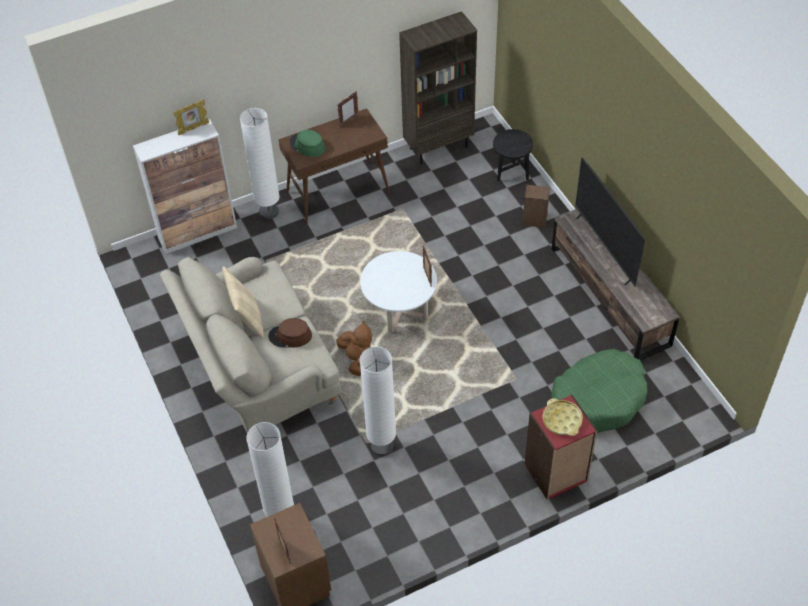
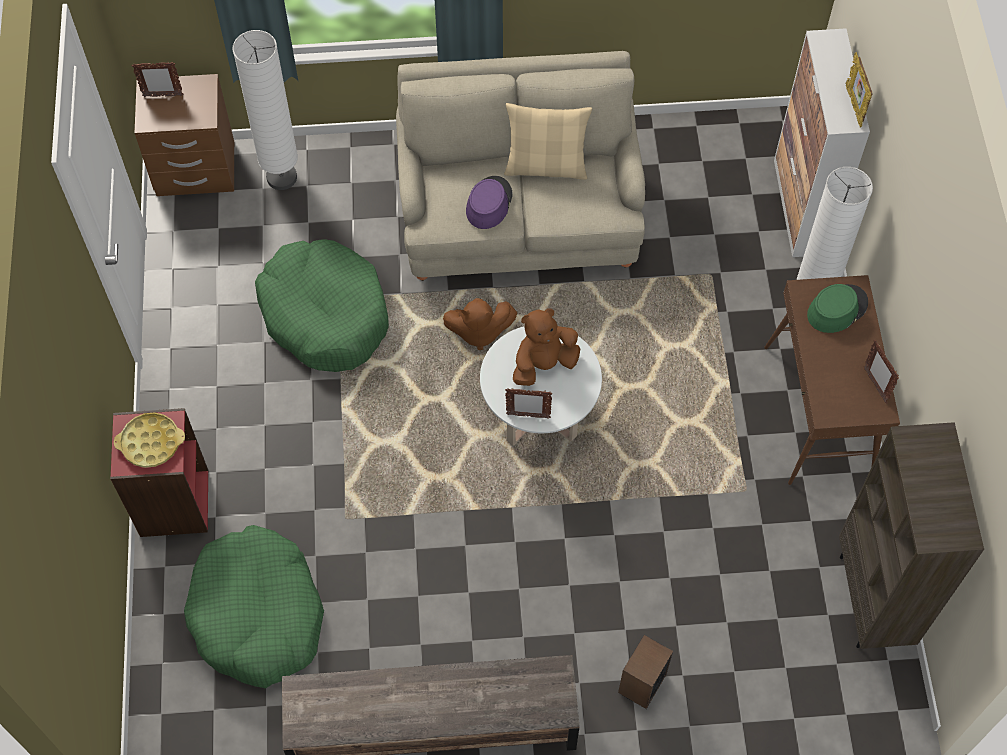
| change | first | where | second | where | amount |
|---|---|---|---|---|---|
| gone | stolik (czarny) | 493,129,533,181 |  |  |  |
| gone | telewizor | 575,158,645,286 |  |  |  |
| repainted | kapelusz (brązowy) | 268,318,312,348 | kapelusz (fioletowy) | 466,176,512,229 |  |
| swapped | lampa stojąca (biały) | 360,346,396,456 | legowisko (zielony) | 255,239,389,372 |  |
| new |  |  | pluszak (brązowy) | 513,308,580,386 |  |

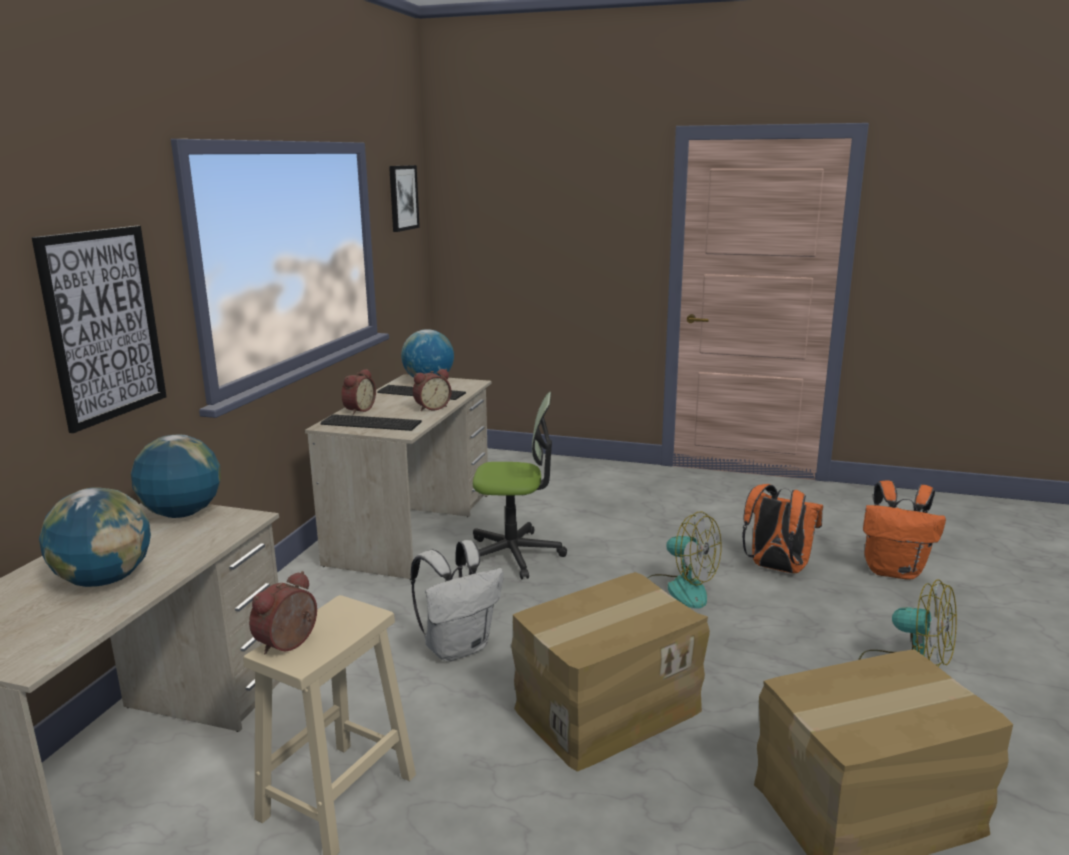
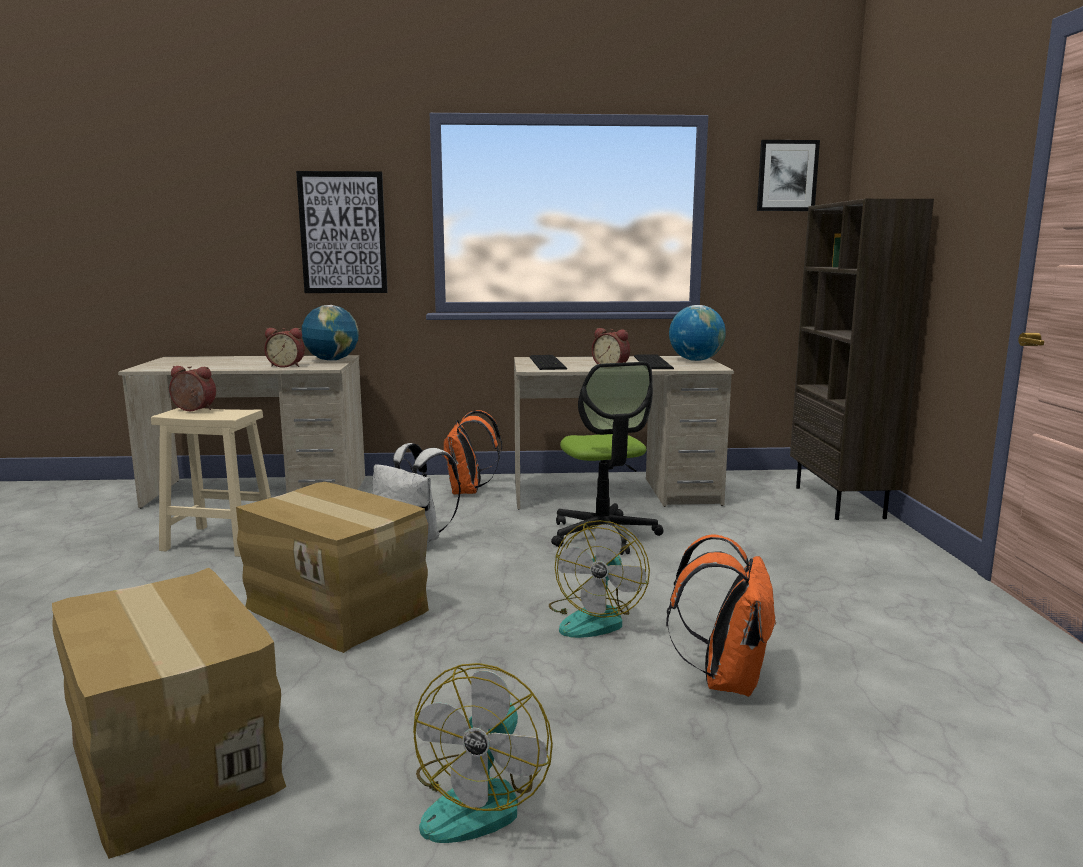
| change | first | where | second | where | amount |
|---|---|---|---|---|---|
| shifted | budzik | 341,369,376,415 |  | 264,328,305,368 |  |
| shifted | plecak (pomarańczowy) | 863,480,946,580 |  | 442,410,502,494 |  |
| gone | globus | 39,487,151,587 |  |  |  |
| new |  |  | regał (brązowy) | 790,199,934,520 |  |

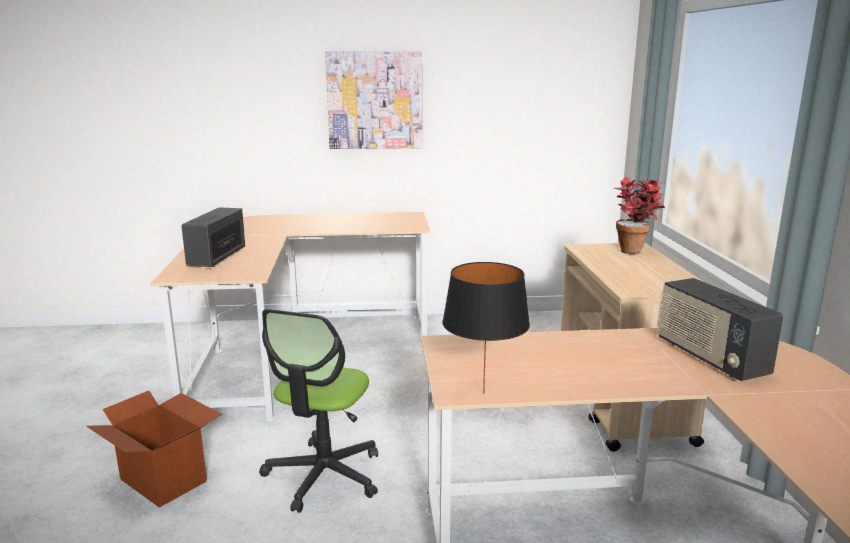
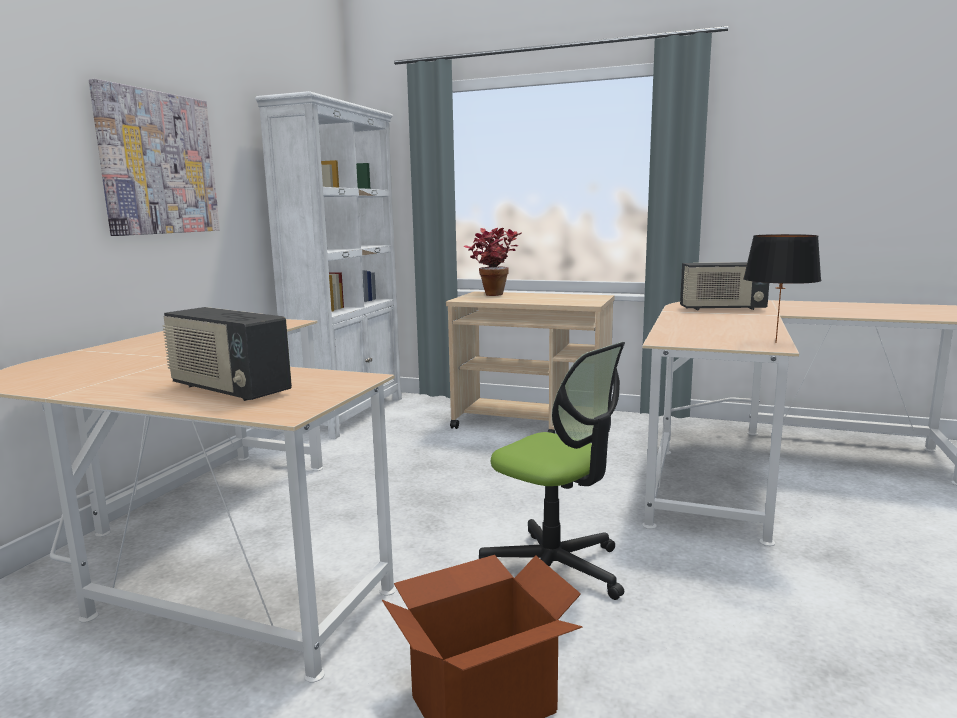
| change | first | where | second | where | amount |
|---|---|---|---|---|---|
| new |  |  | regał (biały) | 255,91,402,439 |  |

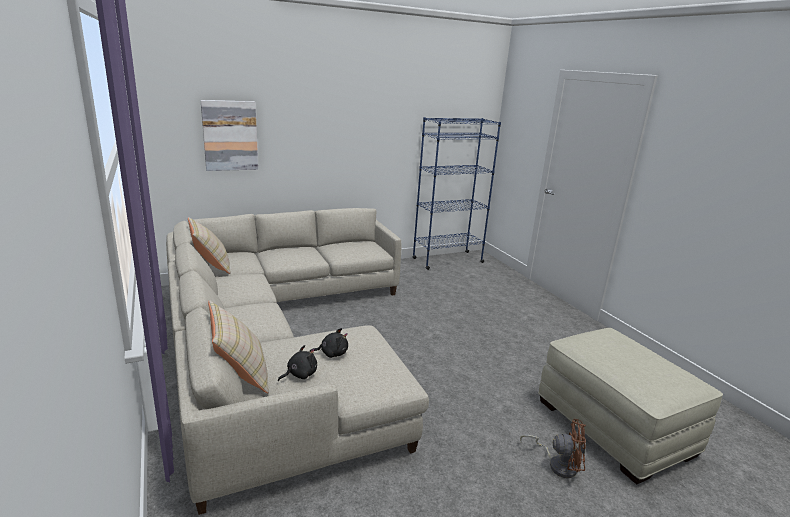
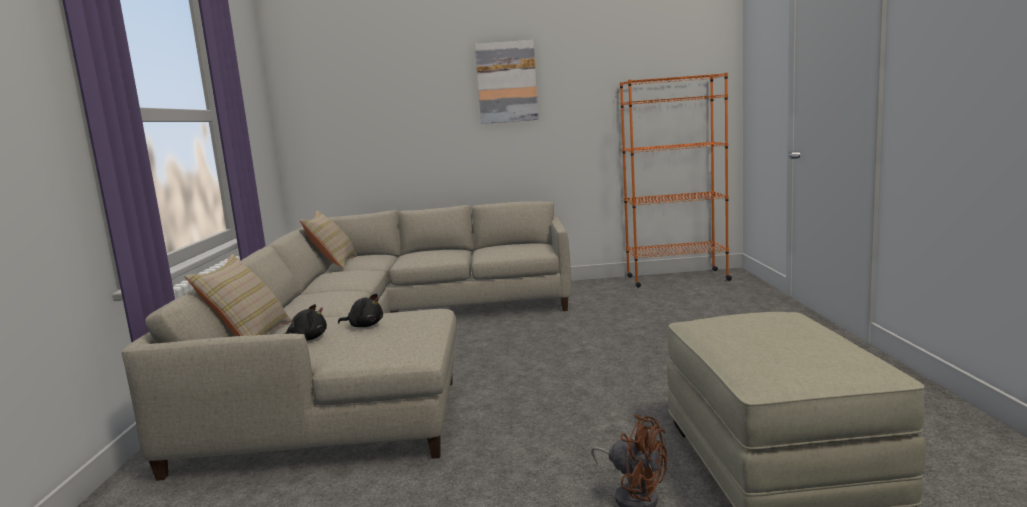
| change | first | where | second | where | amount |
|---|---|---|---|---|---|
| shifted | obraz | 201,100,258,171 |  | 475,40,539,124 |  |
| repainted | regał (niebieski) | 413,117,501,270 | regał (pomarańczowy) | 620,72,732,288 |  |

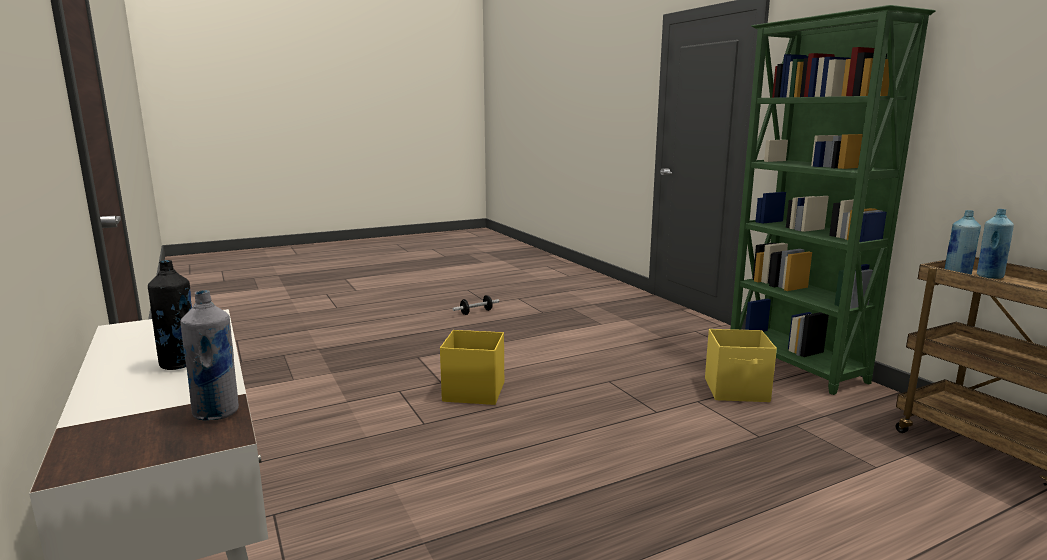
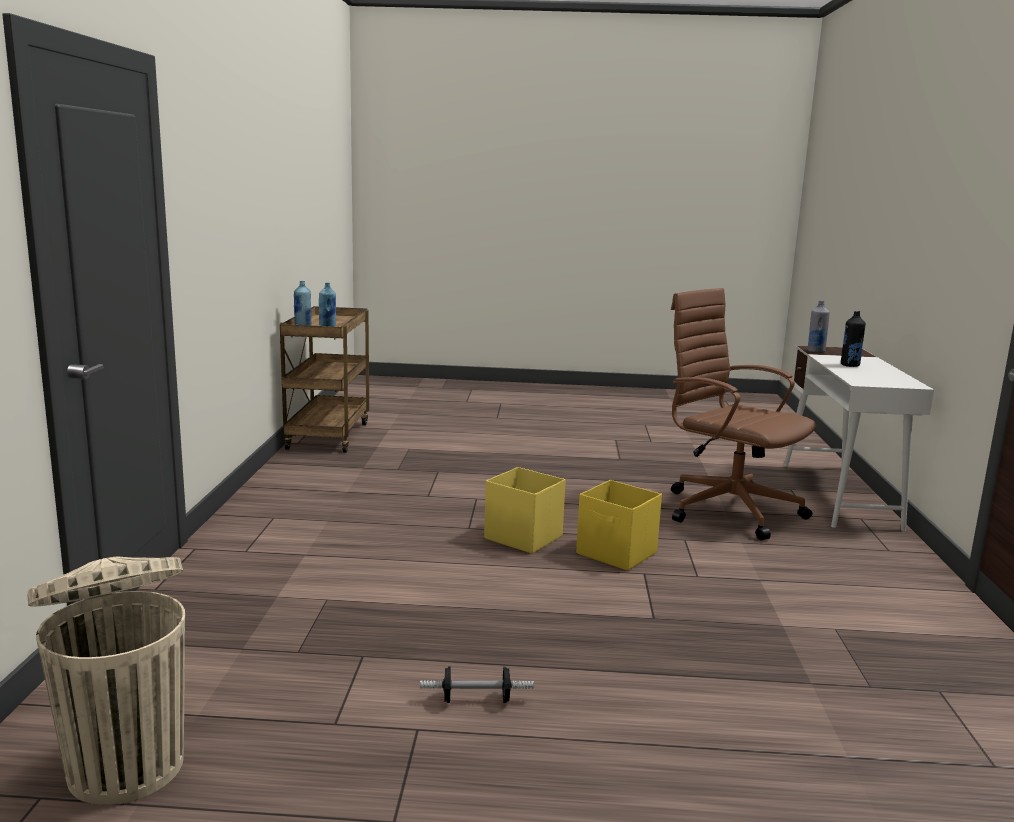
| change | first | where | second | where | amount |
|---|---|---|---|---|---|
| gone | regał (zielony) | 731,5,936,395 |  |  |  |
| shifted | pojemnik do przechowywania (żółty) | 705,329,777,402 |  | 484,467,566,554 |  |
| new |  |  | krzesło biurowe (brązowy) | 671,288,817,540 |  |
| new |  |  | kosz na śmieci (beżowy) | 27,557,185,805 |  |

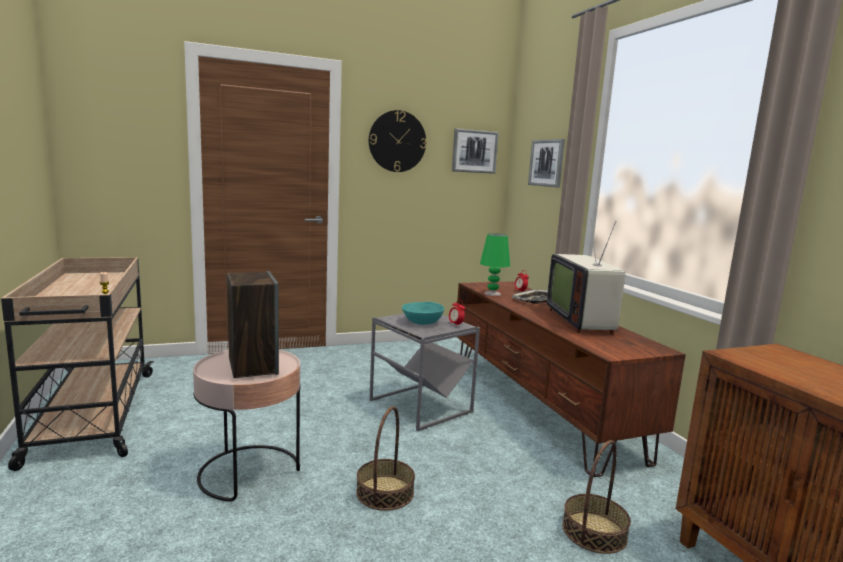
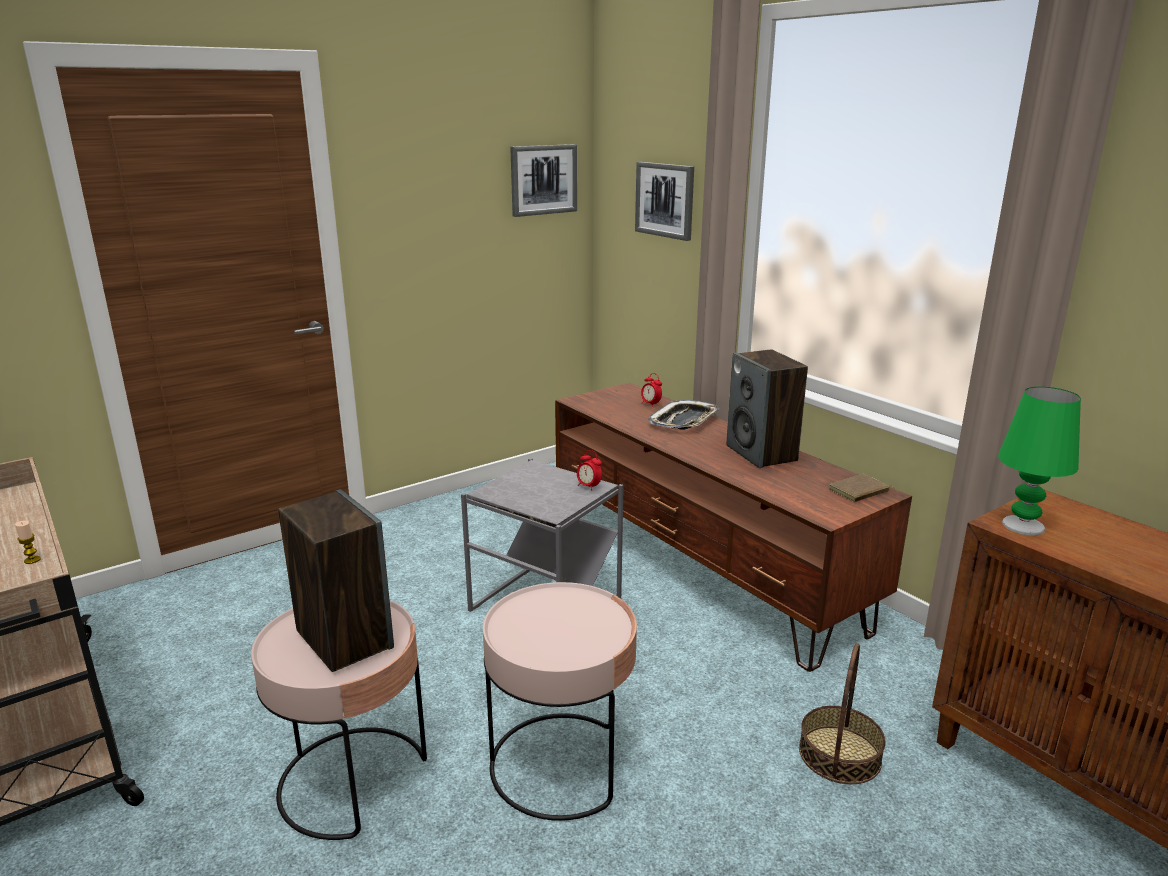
| change | first | where | second | where | amount |
|---|---|---|---|---|---|
| gone | zegar ścienny | 369,110,426,172 |  |  |  |
| swapped | telewizor | 547,221,625,334 | głośnik | 726,349,808,468 |  |
| shifted | lampa stołowa (zielony) | 480,233,510,296 |  | 998,387,1081,535 |  |
| gone | miska (turkusowy) | 402,302,444,325 |  |  |  |
| swapped | koszyk | 356,406,415,511 | stolik (różowy) | 483,582,637,821 |  |
| new |  |  | książka (brązowy) | 829,474,899,502 |  |

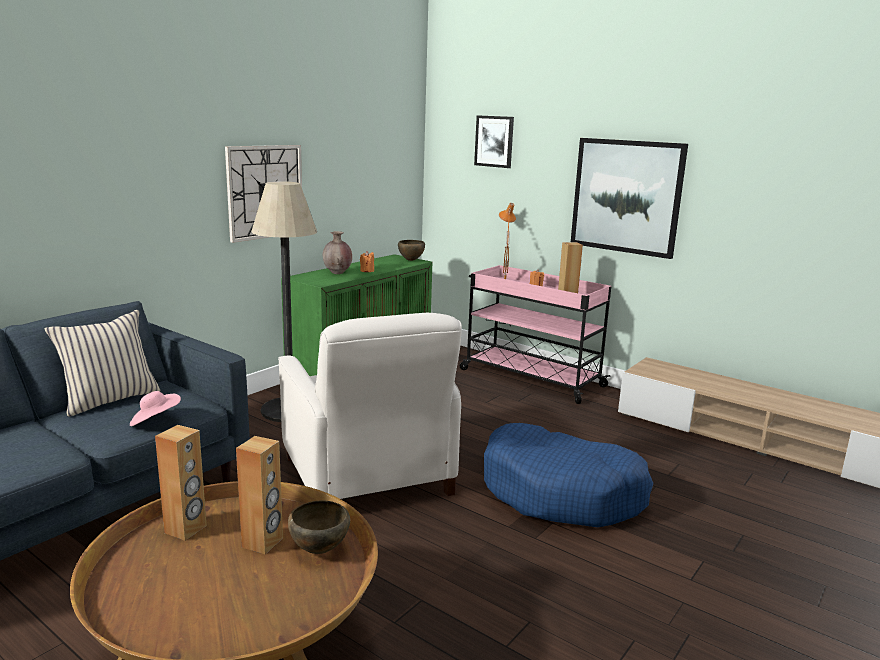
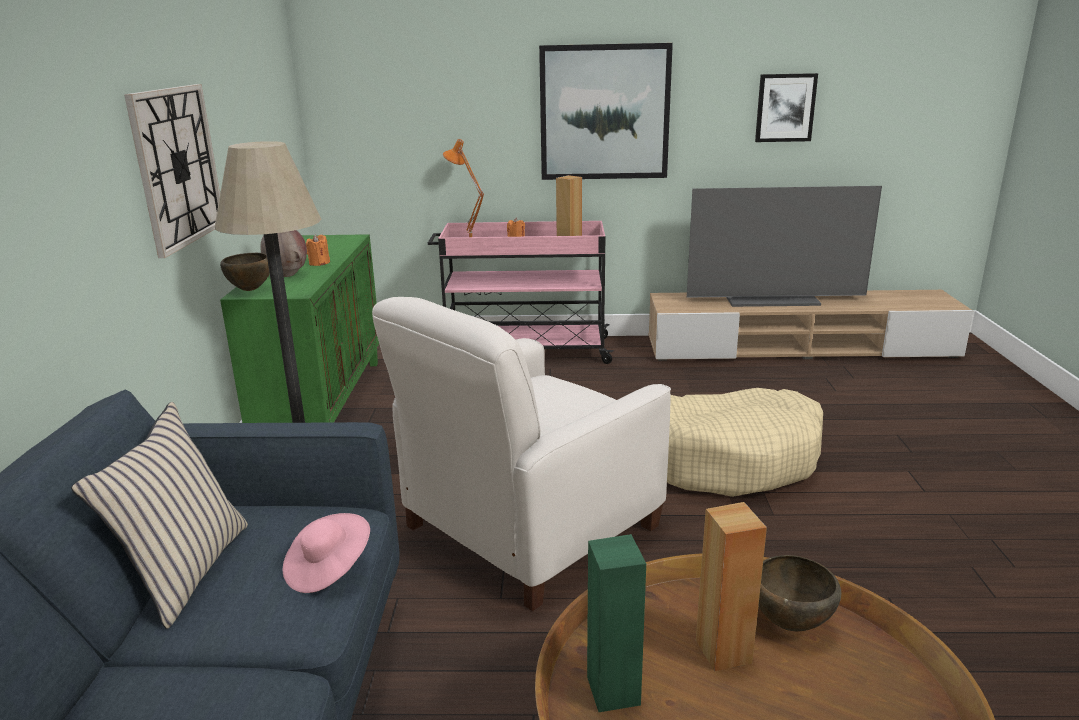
| change | first | where | second | where | amount |
|---|---|---|---|---|---|
| shifted | obraz | 474,115,514,168 |  | 755,73,818,142 |  |
| shifted | miska (brązowy) | 398,240,425,261 |  | 220,253,270,291 |  |
| rotated | fotel (biały) | 278,313,462,499 |  | 372,297,671,611 | 105 degrees clockwise |
| repainted | legowisko (niebieski) | 484,423,654,527 | legowisko (beżowy) | 667,388,823,497 |  |
| repainted | głośnik (brązowy) | 155,425,207,541 | głośnik (zielony) | 587,534,646,712 |  |
| new |  |  | telewizor | 687,186,882,307 |  |

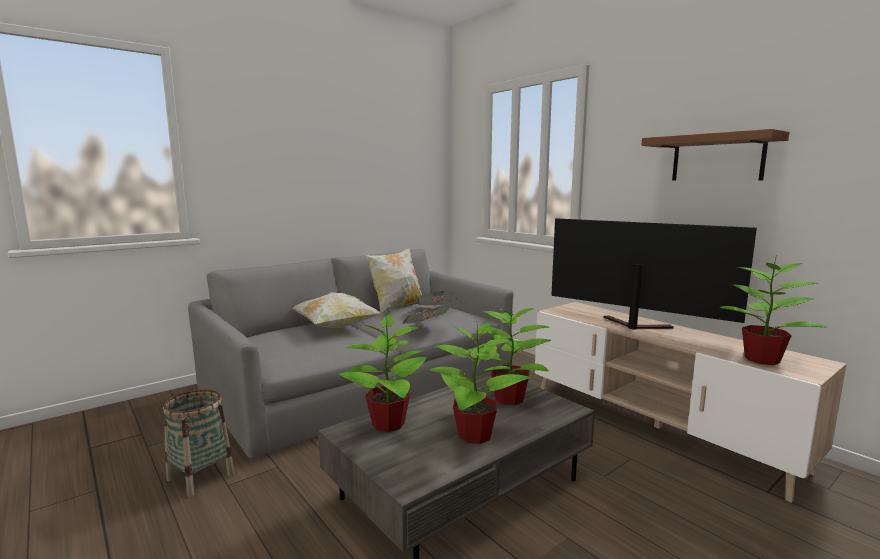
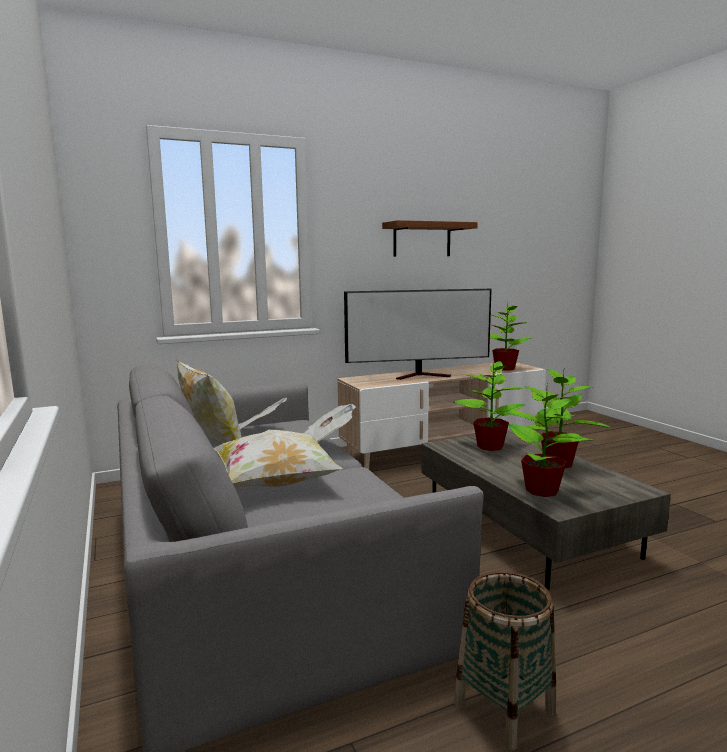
| change | first | where | second | where | amount |
|---|---|---|---|---|---|
| rotated | telewizor | 551,218,757,329 |  | 344,289,492,380 | 150 degrees counterclockwise |

